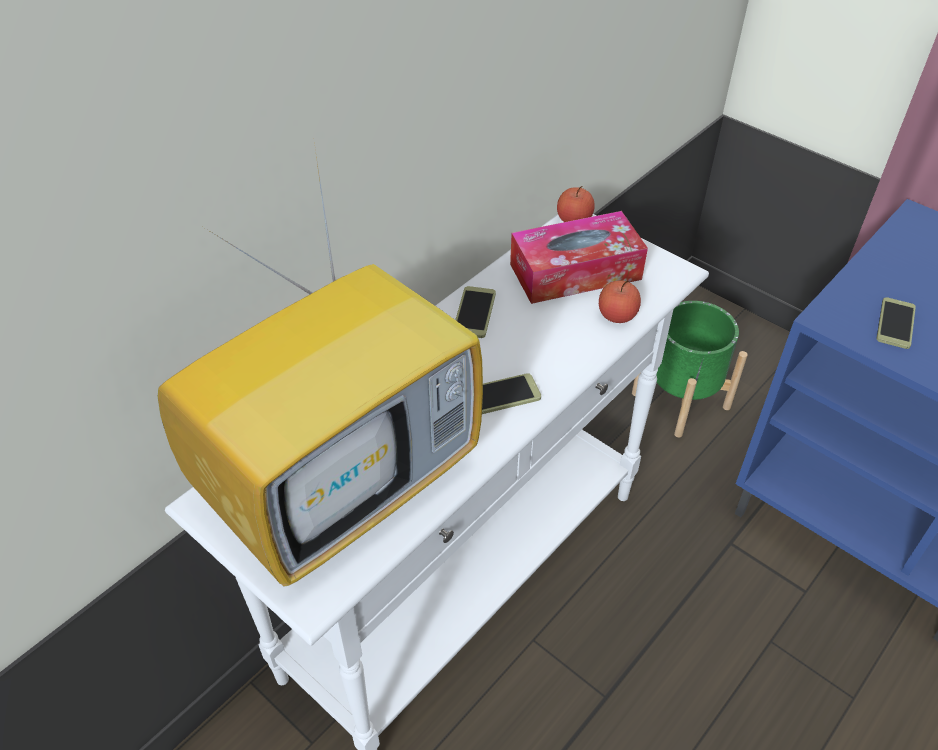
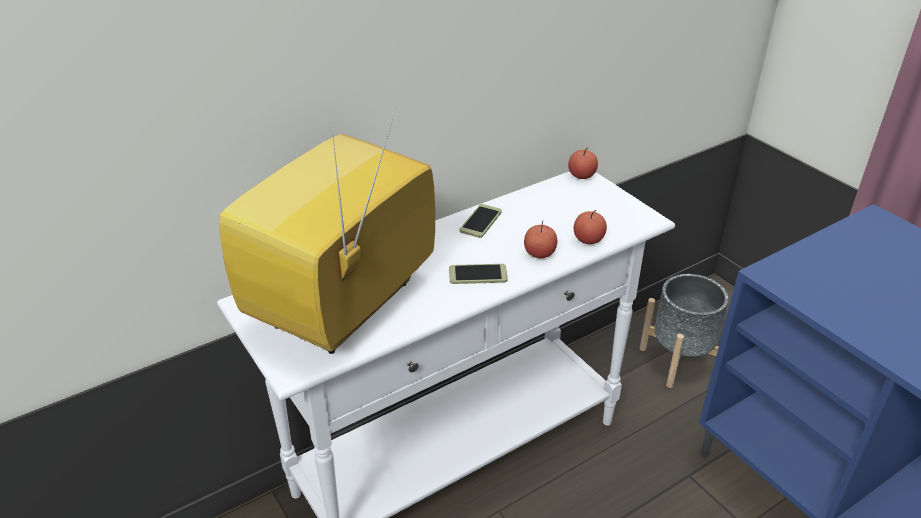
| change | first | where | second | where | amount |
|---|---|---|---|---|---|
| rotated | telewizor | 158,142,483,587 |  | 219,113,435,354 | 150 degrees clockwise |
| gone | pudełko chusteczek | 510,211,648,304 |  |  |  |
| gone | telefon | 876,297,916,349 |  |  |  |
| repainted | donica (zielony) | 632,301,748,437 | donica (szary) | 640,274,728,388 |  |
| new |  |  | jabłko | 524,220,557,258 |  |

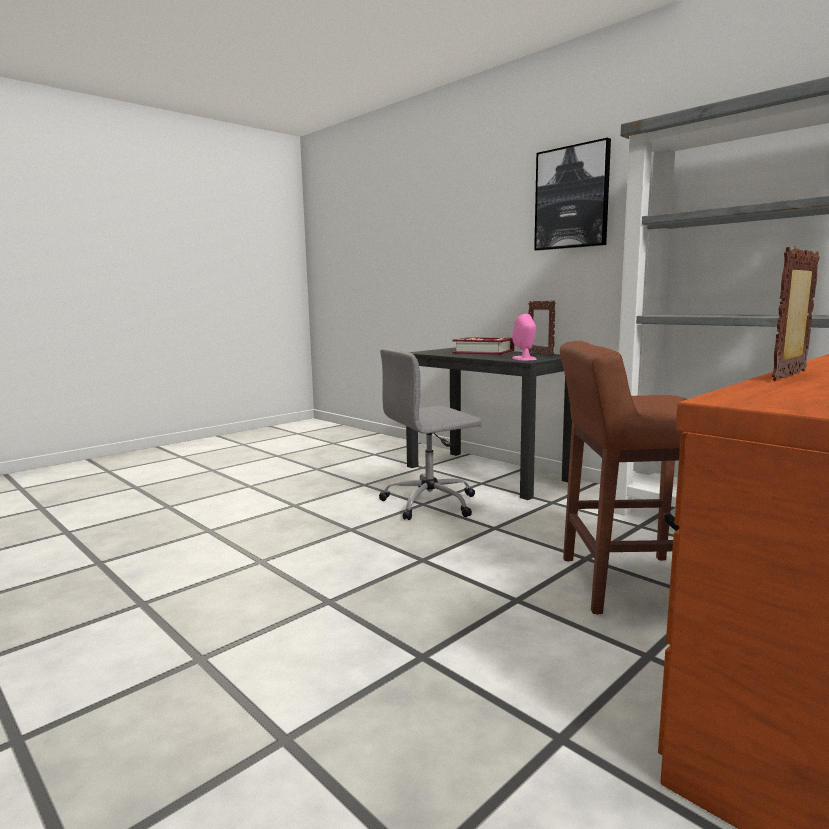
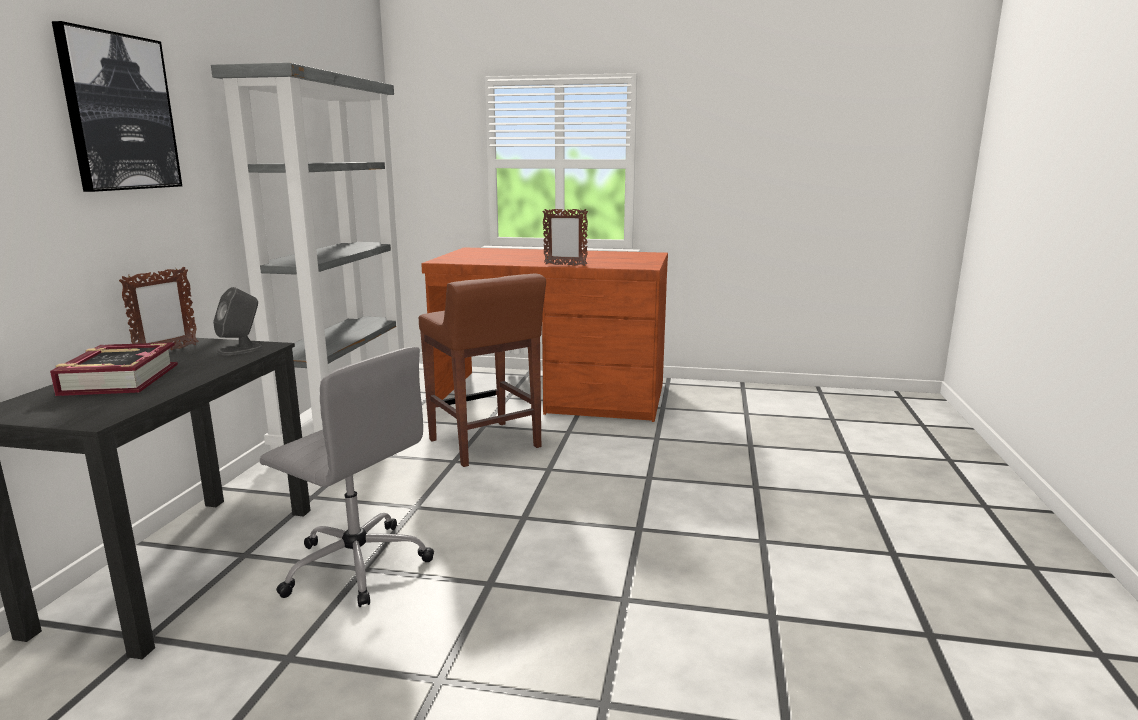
| change | first | where | second | where | amount |
|---|---|---|---|---|---|
| repainted | głośnik (różowy) | 512,314,537,360 | głośnik (szary) | 213,287,263,355 |  |

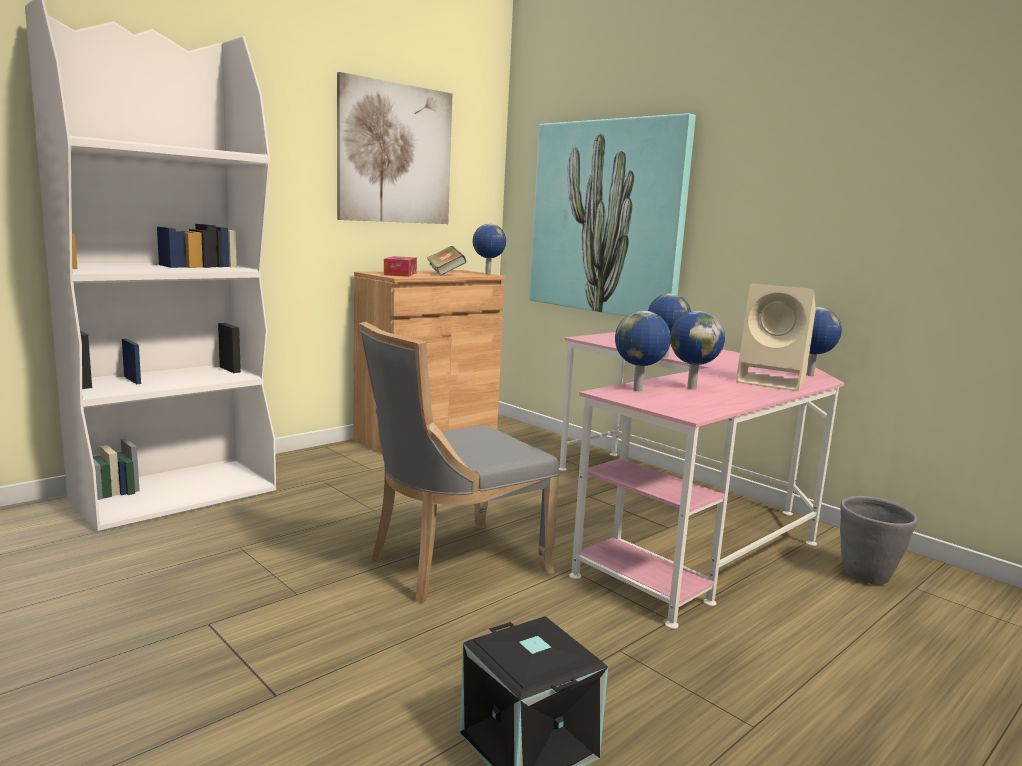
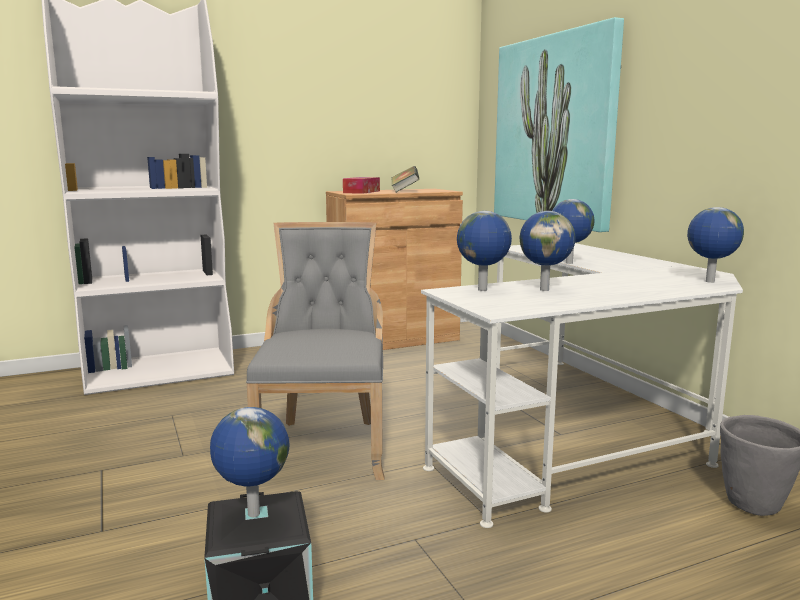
| change | first | where | second | where | amount |
|---|---|---|---|---|---|
| gone | obraz | 337,72,452,224 |  |  |  |
| shifted | globus | 473,224,506,275 |  | 210,407,289,517 |  |
| gone | głośnik (beżowy) | 736,284,816,391 |  |  |  |
| rotated | krzesło (szary) | 359,322,560,603 |  | 246,222,384,480 | 105 degrees clockwise |
| repainted | biurko (różowy) | 559,332,844,629 | biurko (biały) | 421,243,743,528 |  |

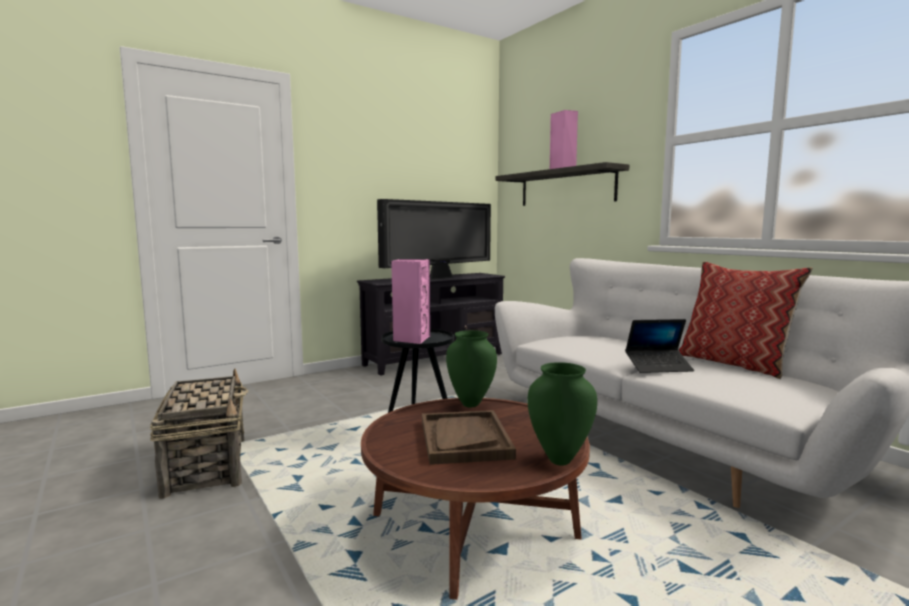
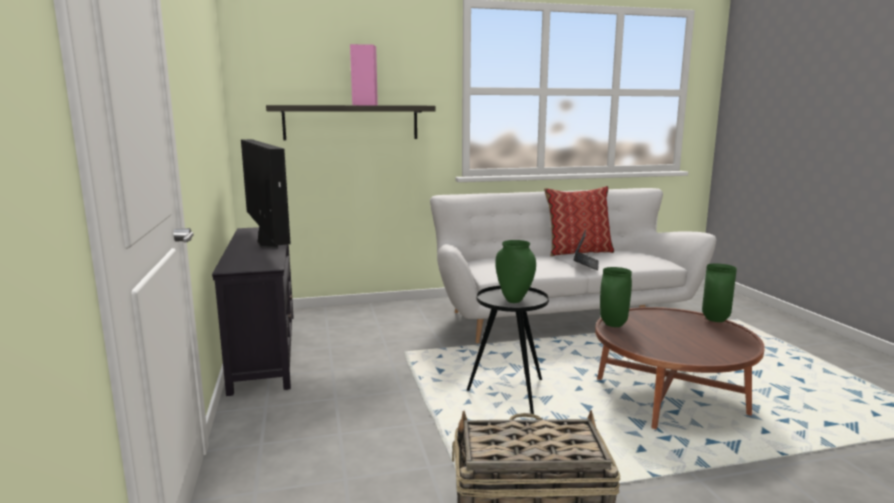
| change | first | where | second | where | amount |
|---|---|---|---|---|---|
| swapped | głośnik (różowy) | 391,259,430,344 | wazon (zielony) | 495,240,536,303 |  |
| gone | taca (brązowy) | 422,410,516,465 |  |  |  |

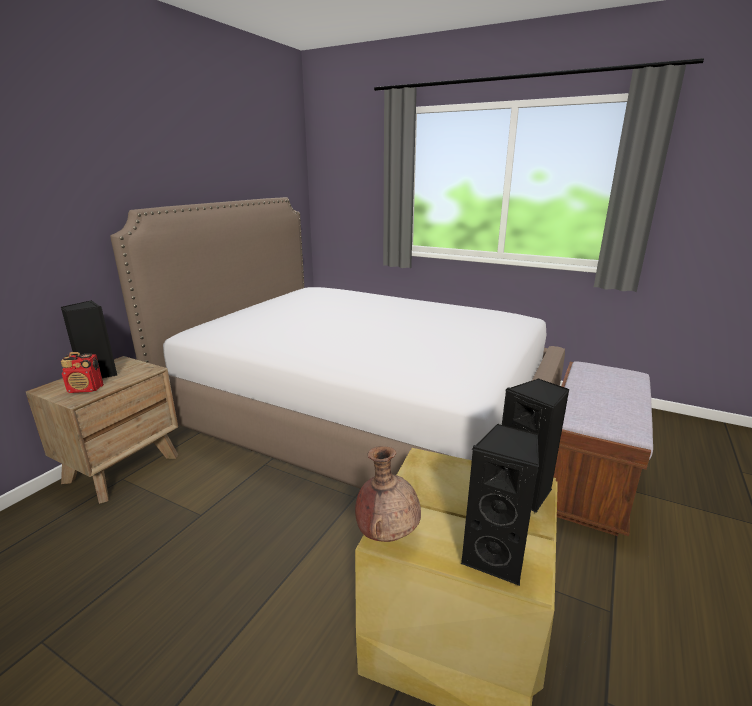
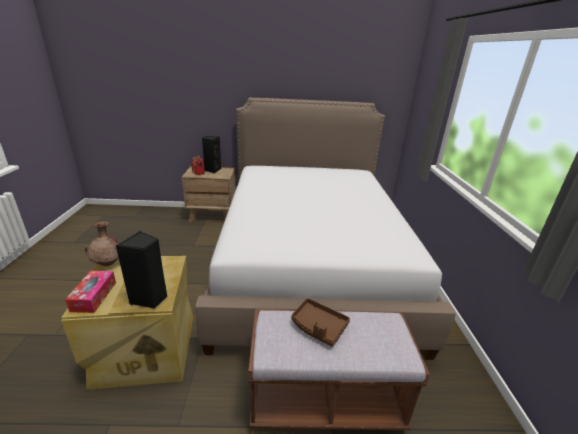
| change | first | where | second | where | amount |
|---|---|---|---|---|---|
| swapped | głośnik (czarny) | 461,424,539,586 | pudełko chusteczek | 65,271,116,313 |  |
| new |  |  | taca (brązowy) | 291,298,350,347 |  |

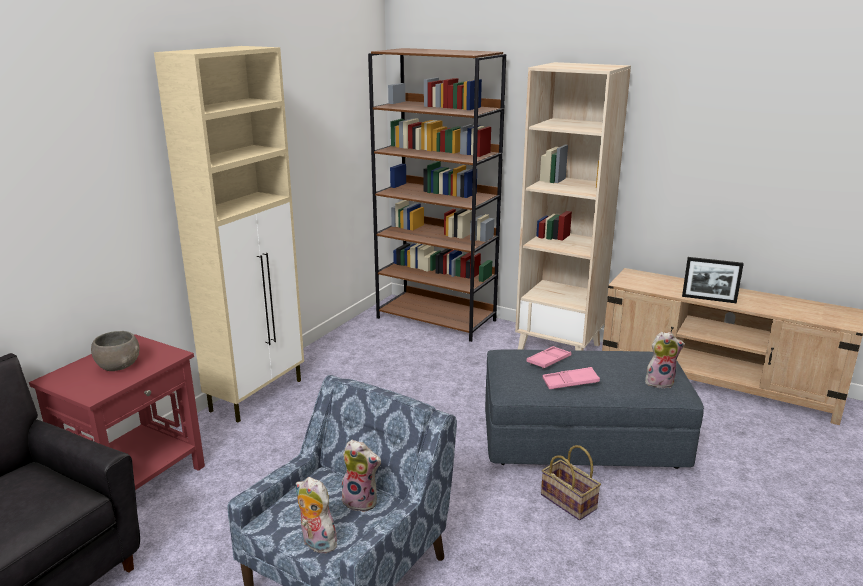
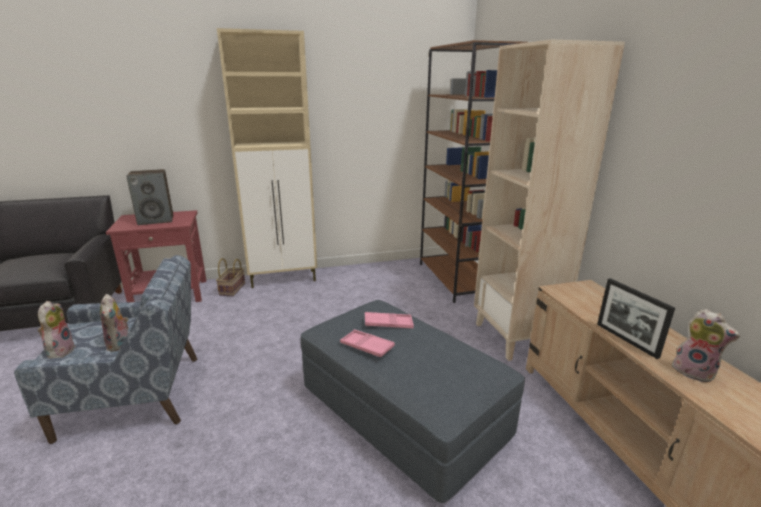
| change | first | where | second | where | amount |
|---|---|---|---|---|---|
| swapped | miska (szary) | 91,331,139,371 | głośnik | 126,169,173,225 |  |
| shifted | pluszak | 645,332,685,388 |  | 670,309,740,383 |  |
| shifted | koszyk | 541,445,601,520 |  | 216,258,245,296 |  |

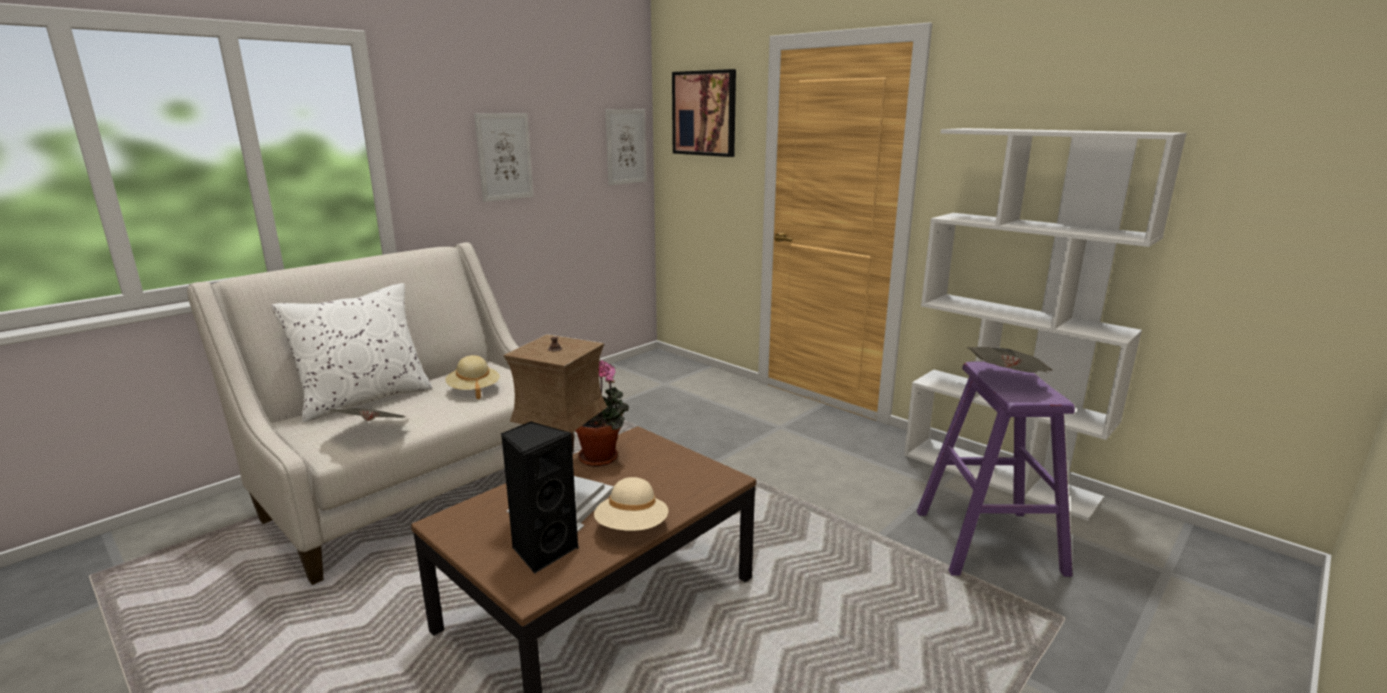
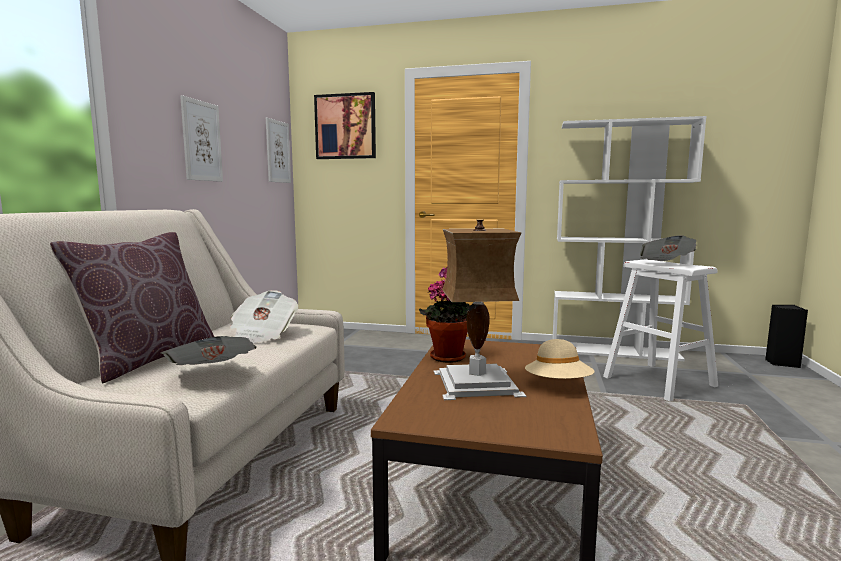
| change | first | where | second | where | amount |
|---|---|---|---|---|---|
| repainted | poduszka (biały) | 271,283,432,422 | poduszka (brązowy) | 50,232,214,384 |  |
| swapped | kapelusz (beżowy) | 445,355,500,399 | gazeta | 230,290,299,343 |  |
| repainted | stołek (fioletowy) | 917,362,1075,577 | stołek (biały) | 603,259,718,401 |  |
| shifted | głośnik (czarny) | 501,421,579,574 |  | 765,305,808,368 |  |

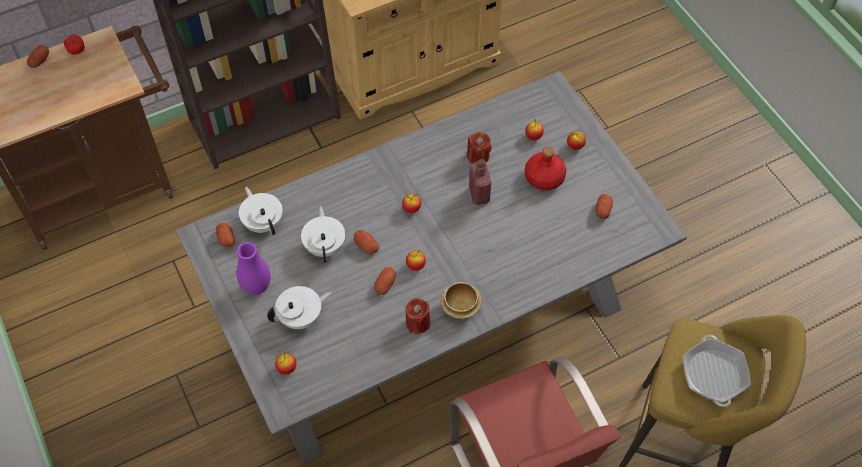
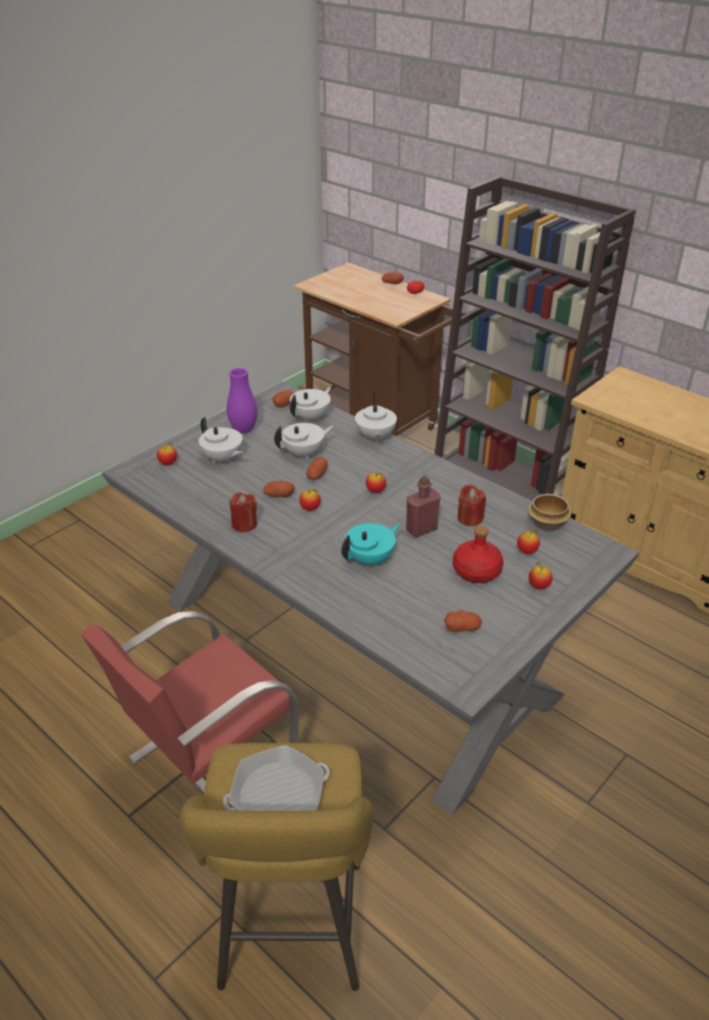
| change | first | where | second | where | amount |
|---|---|---|---|---|---|
| shifted | miska | 441,282,482,319 |  | 528,494,572,531 |  |
| new |  |  | imbryk (biały) | 355,393,397,443 |  |
| new |  |  | imbryk (turkusowy) | 341,523,401,566 |  |

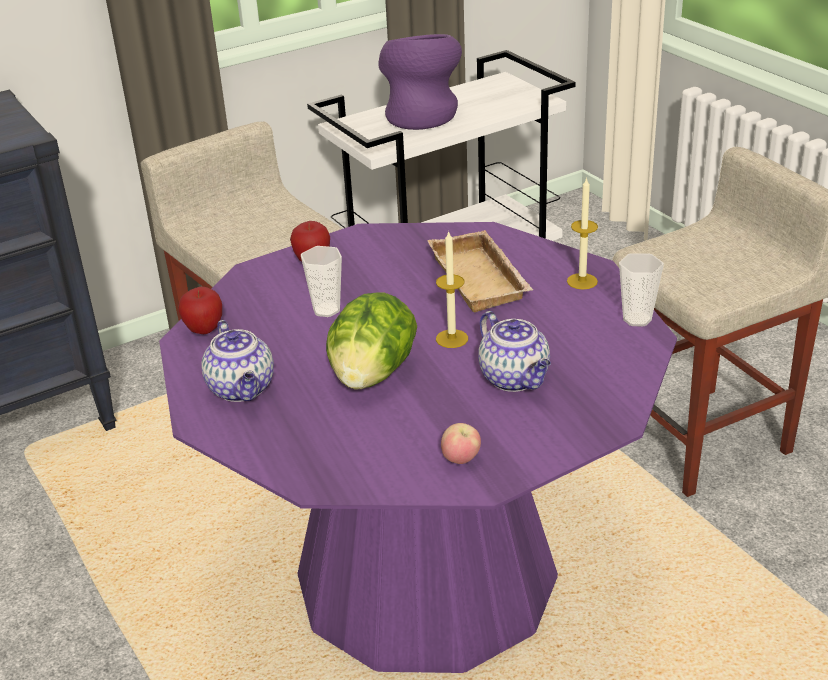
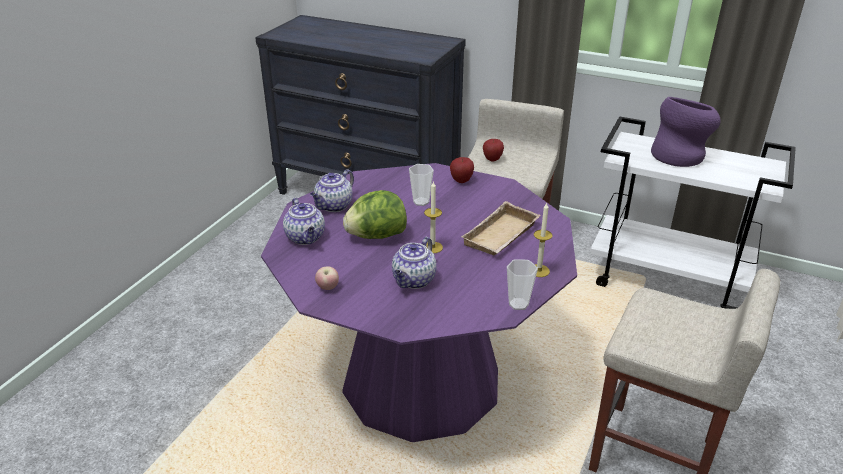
| change | first | where | second | where | amount |
|---|---|---|---|---|---|
| shifted | jabłko | 178,287,222,334 |  | 483,139,504,161 |  |
| new |  |  | imbryk | 283,198,325,245 |  |

